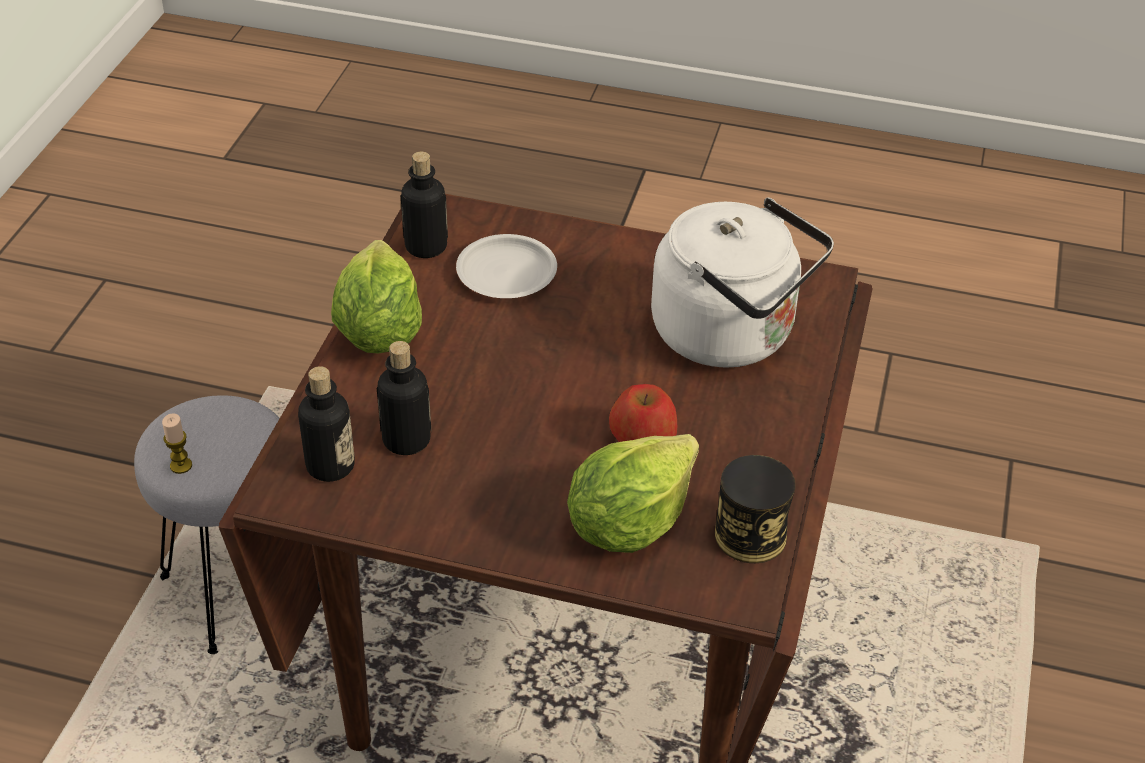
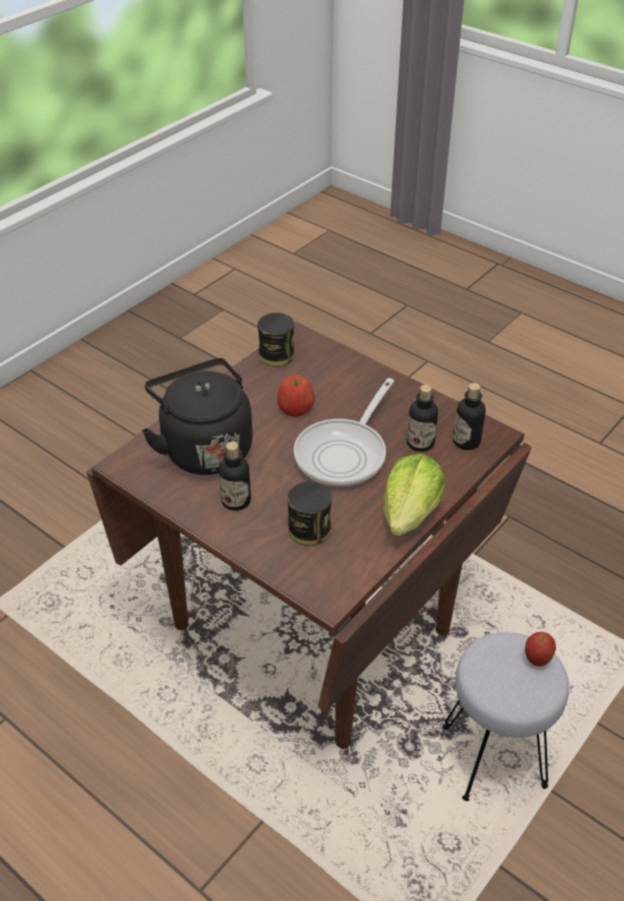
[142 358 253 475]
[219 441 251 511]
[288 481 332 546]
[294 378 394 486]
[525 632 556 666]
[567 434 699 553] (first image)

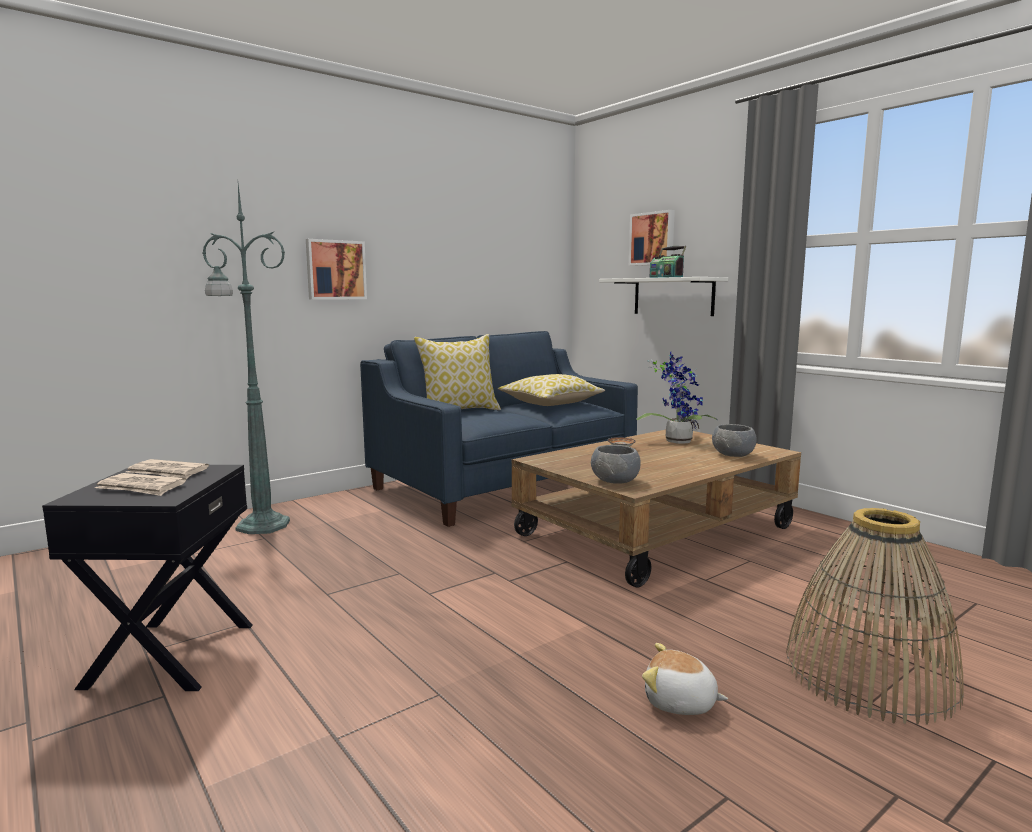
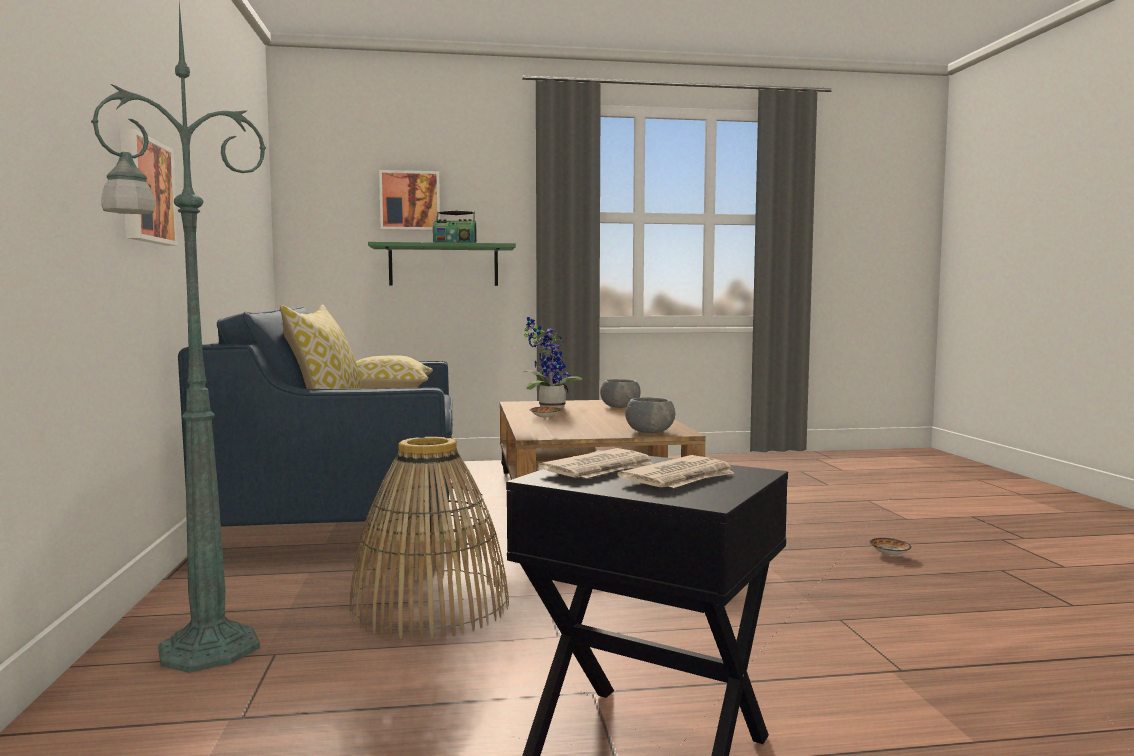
[349 437 509 640]
[368 242 516 286]
[870 538 911 555]

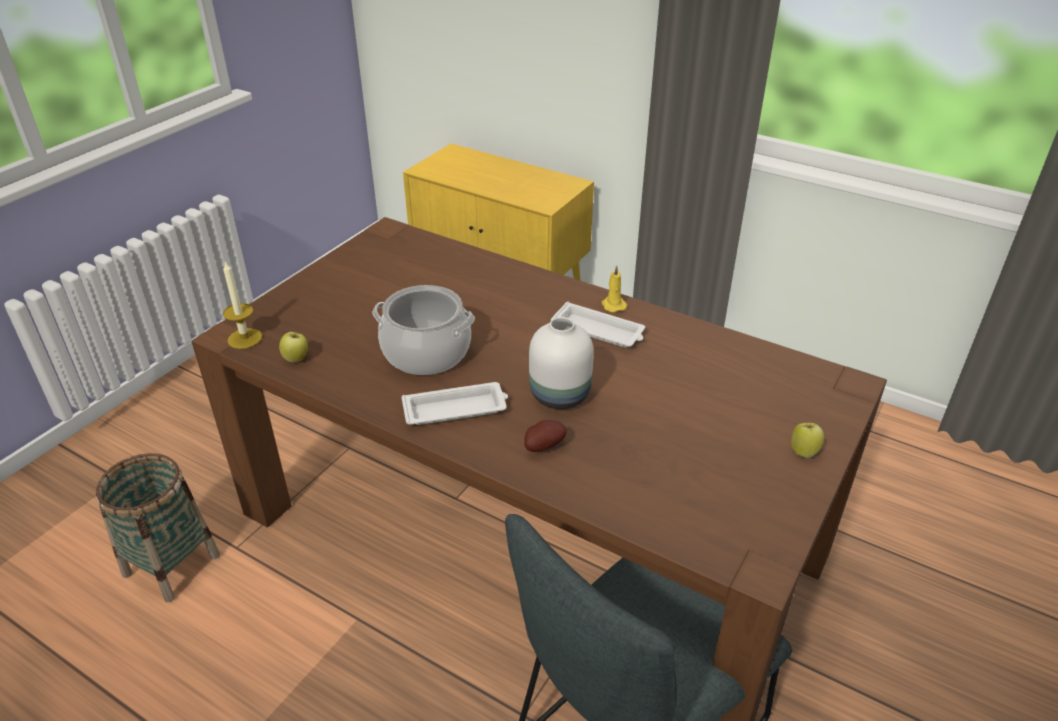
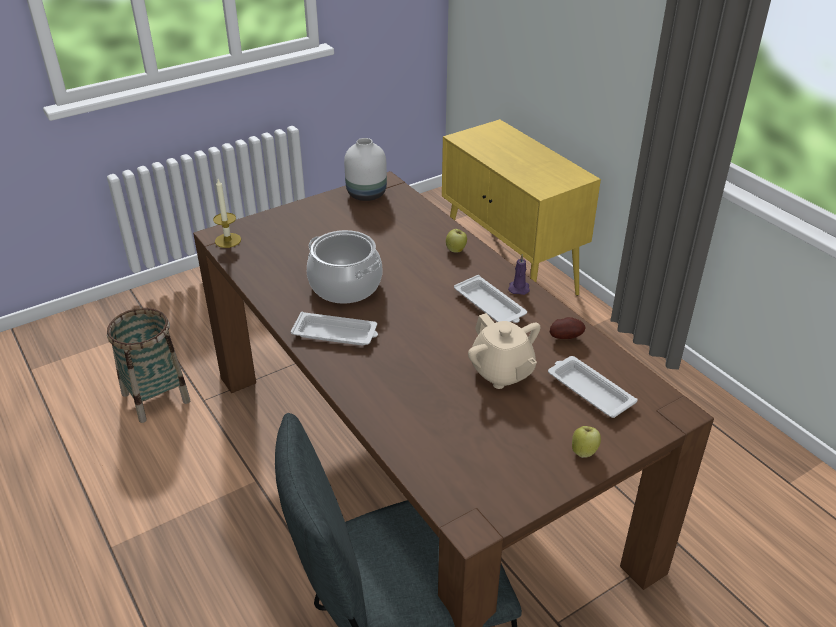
[344 138 387 201]
[446 229 467 252]
[468 313 540 389]
[508 254 530 295]
[548 356 638 418]
[550 317 586 339]

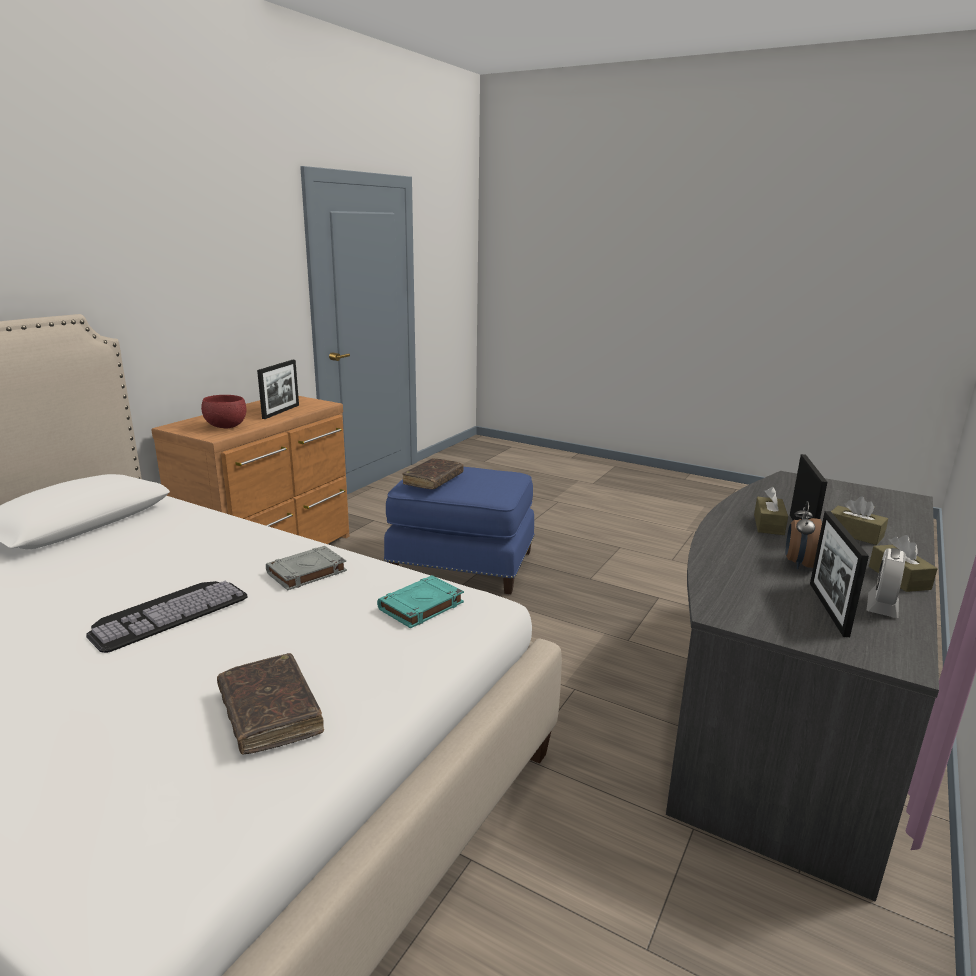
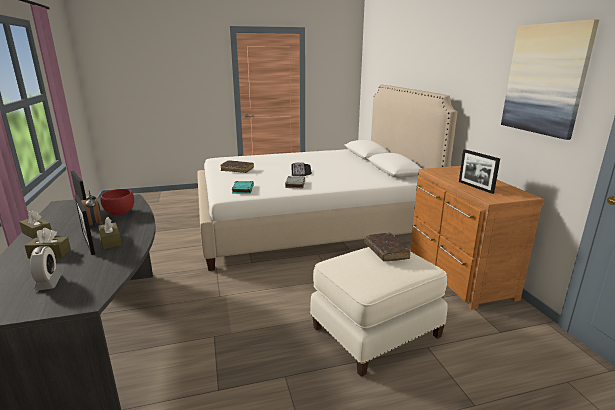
[30 246 62 291]
[100 189 134 215]
[310 247 448 377]
[501 19 599 140]

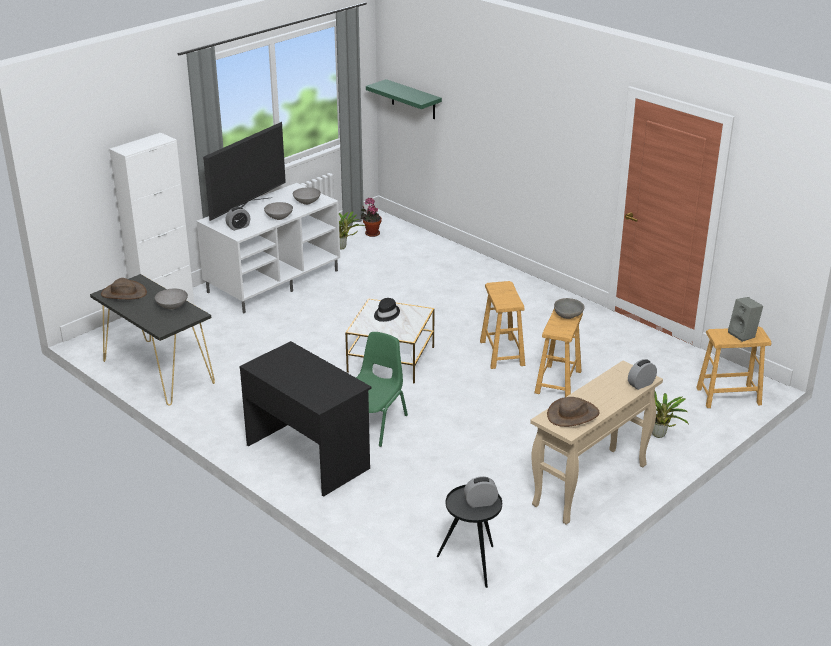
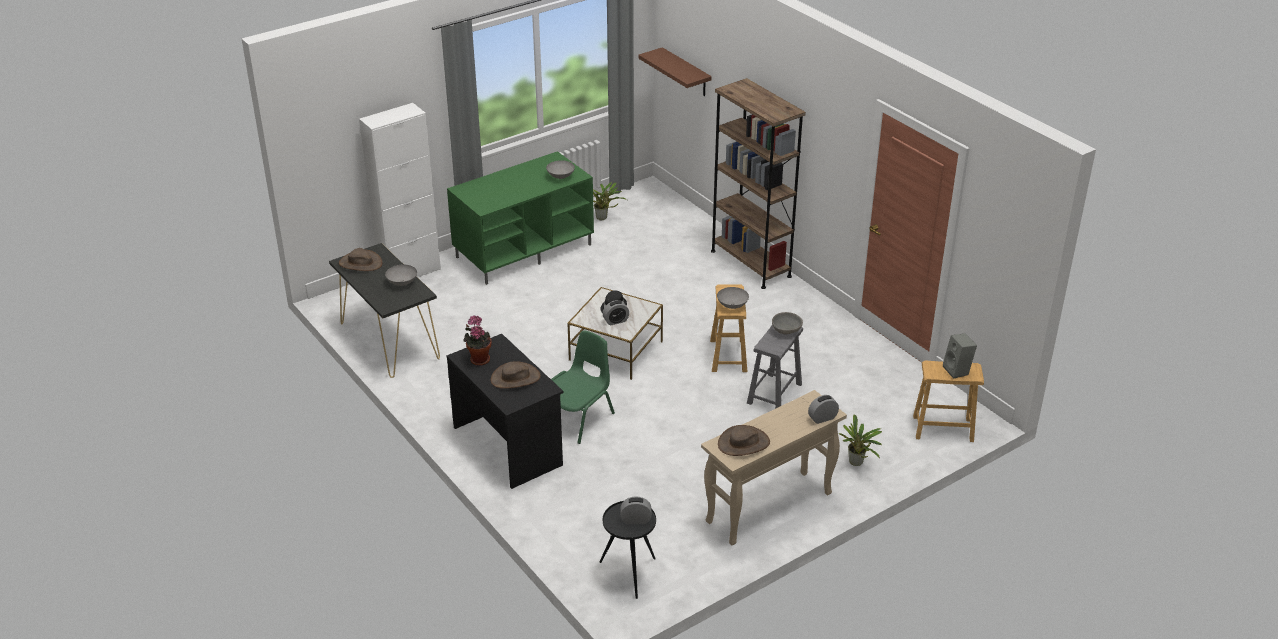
[447 151 594 285]
[463 316 492 366]
[491 361 541 389]
[603 300 629 326]
[638 47 712 96]
[711 78 806 289]
[717 287 749 309]
[747 325 803 409]
[203 122 286 221] (first image)

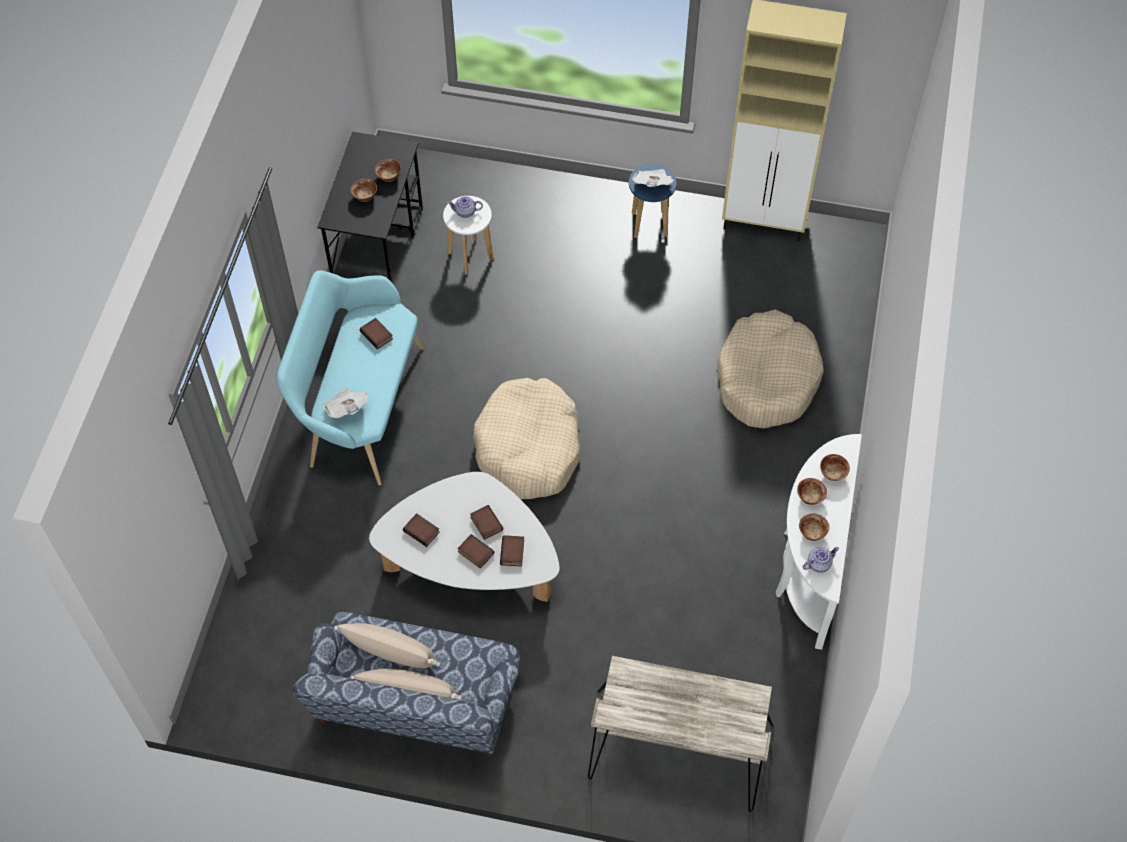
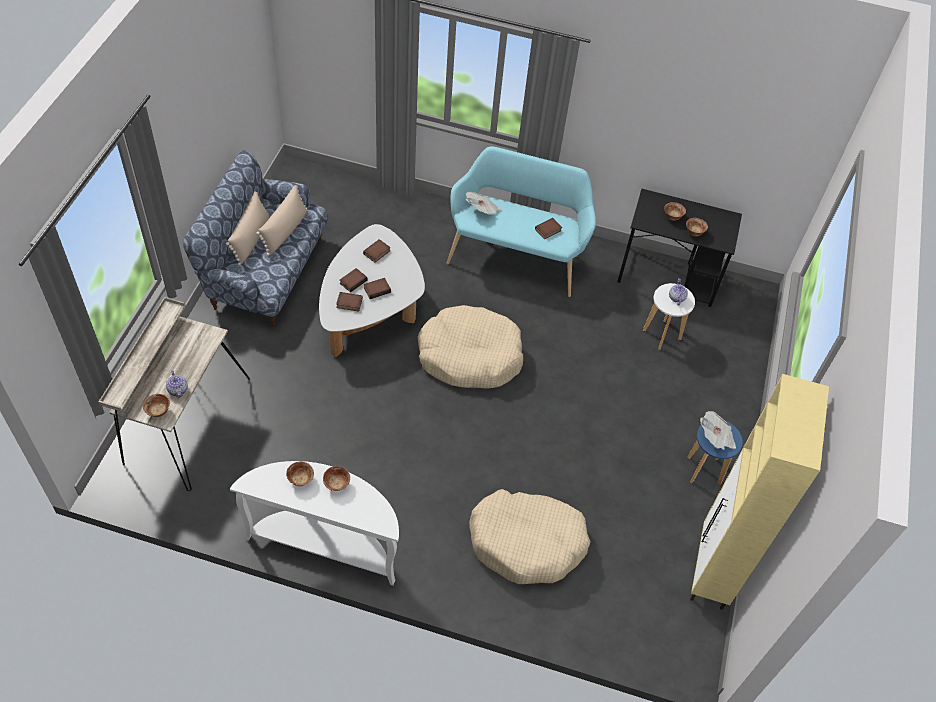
[143 394 170 417]
[166 370 188 398]

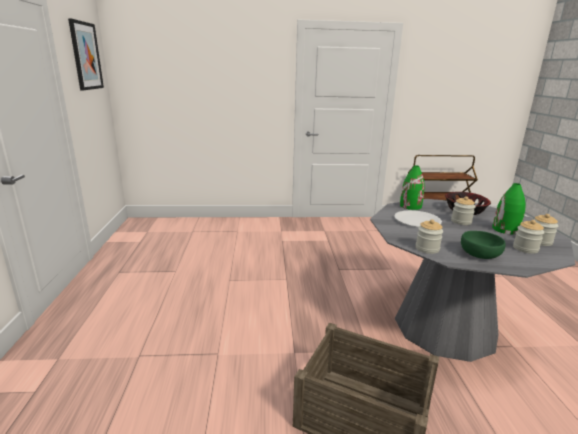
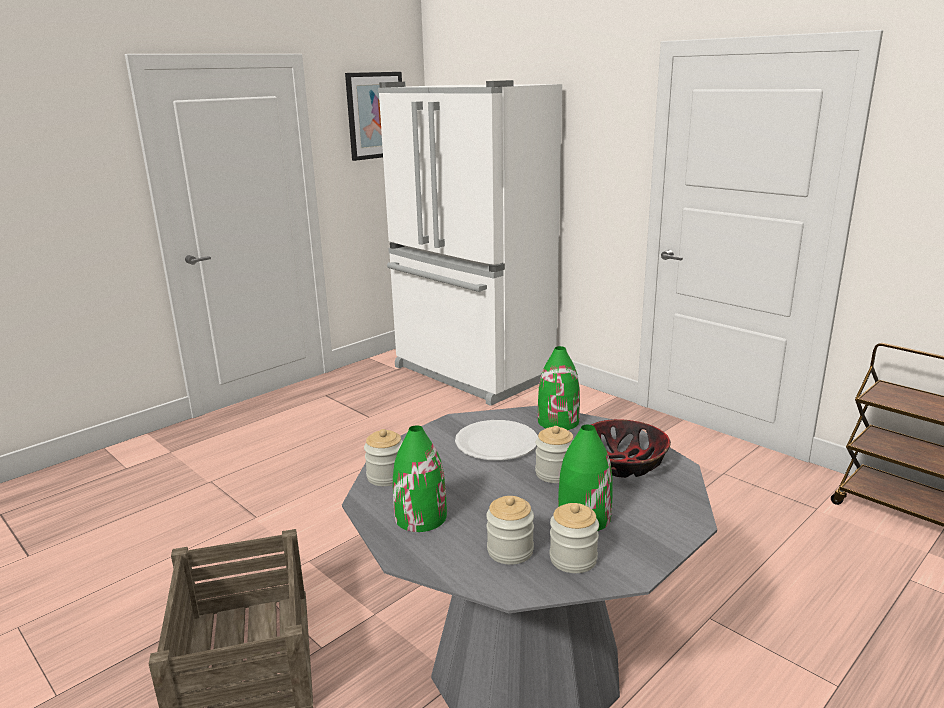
[378 80 562 406]
[393 425 447 532]

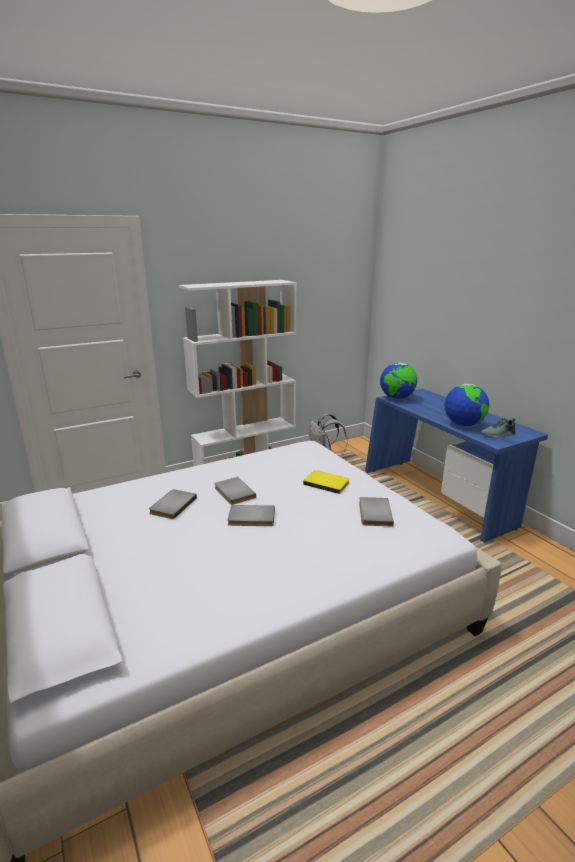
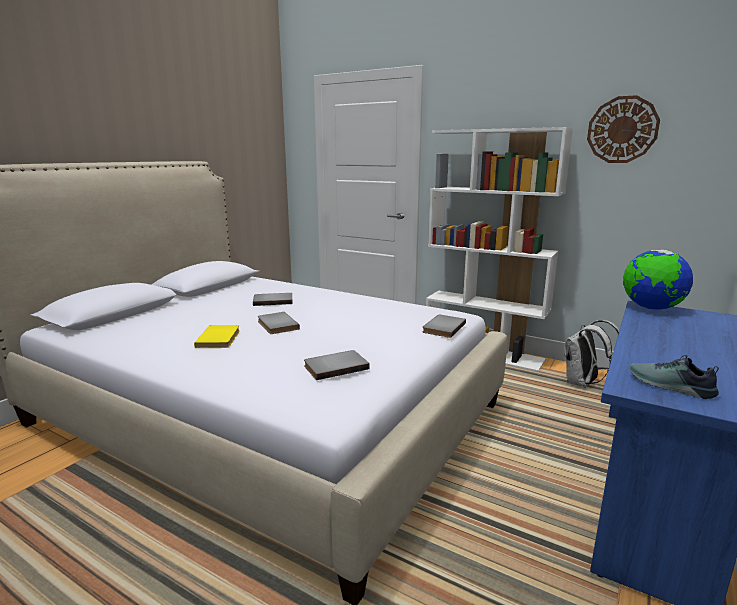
[194 325 240 348]
[423 315 466 338]
[587 95 660 163]
[444 384 489 426] (first image)

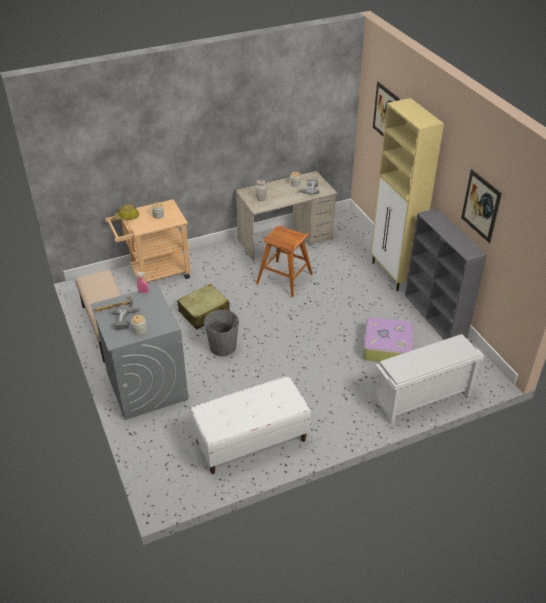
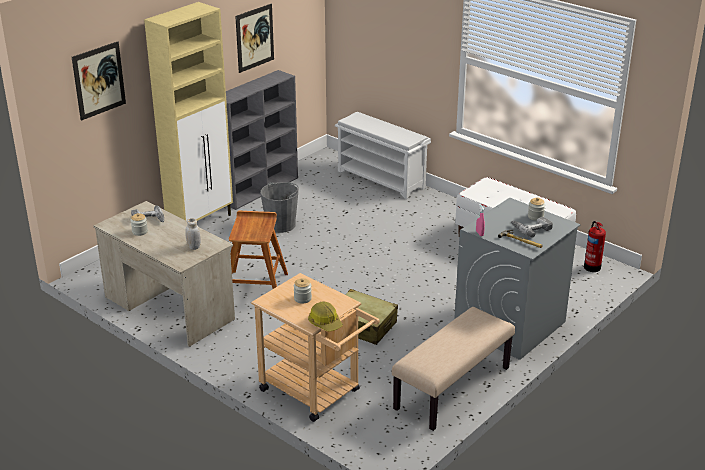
[260 182 299 233]
[584 221 606 272]
[363 317 414 362] (first image)

